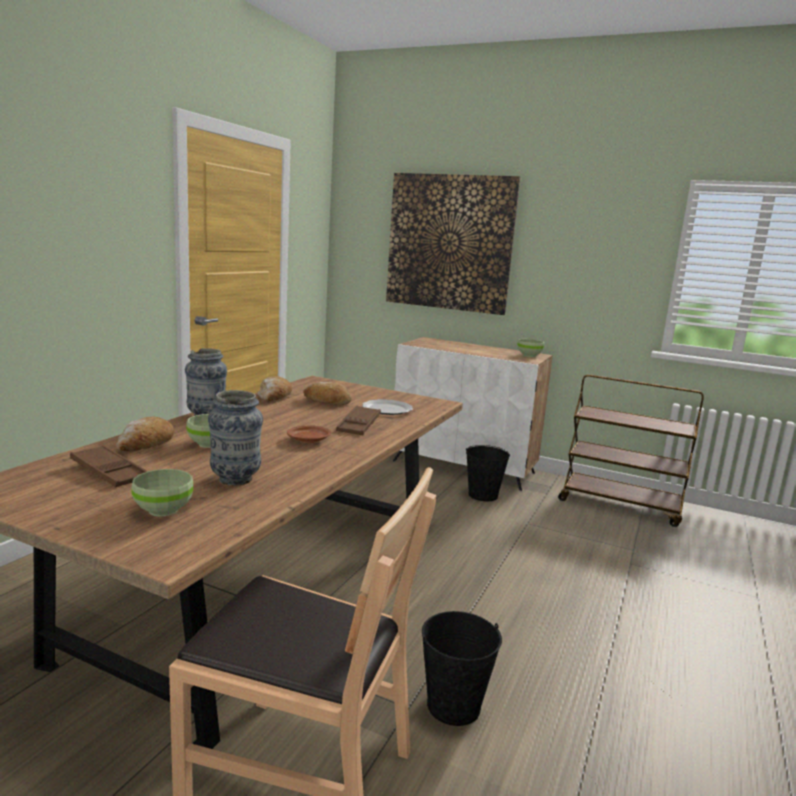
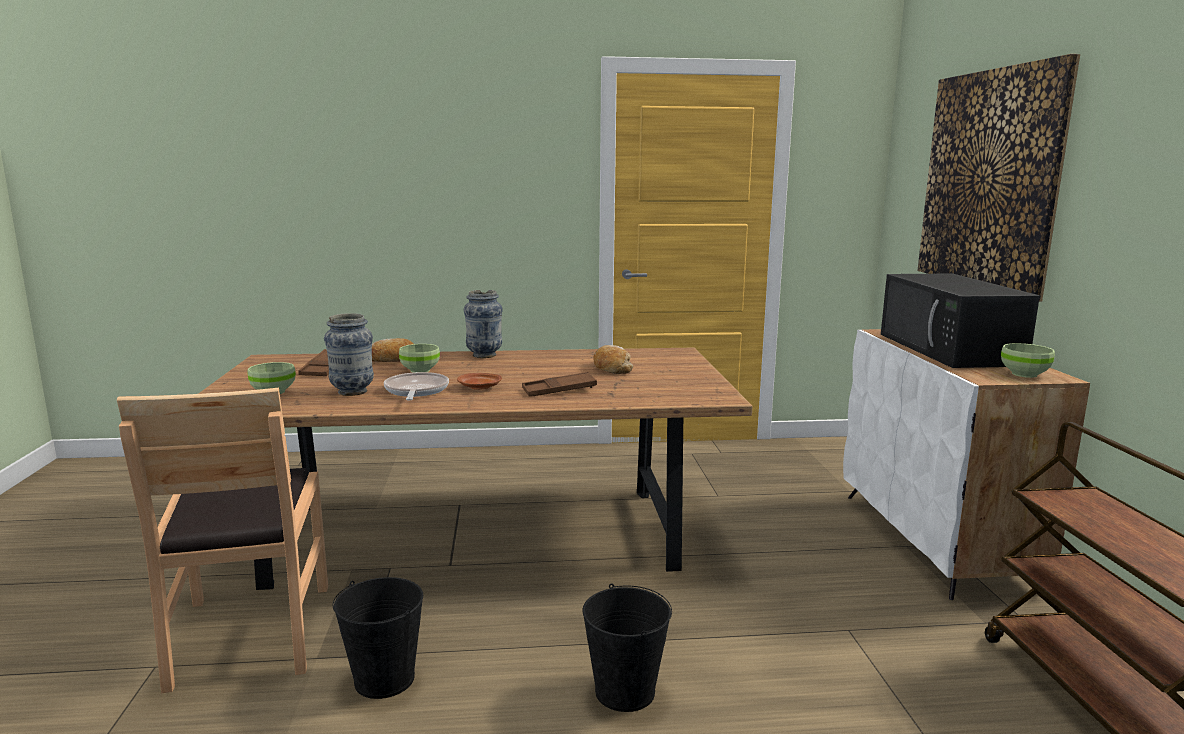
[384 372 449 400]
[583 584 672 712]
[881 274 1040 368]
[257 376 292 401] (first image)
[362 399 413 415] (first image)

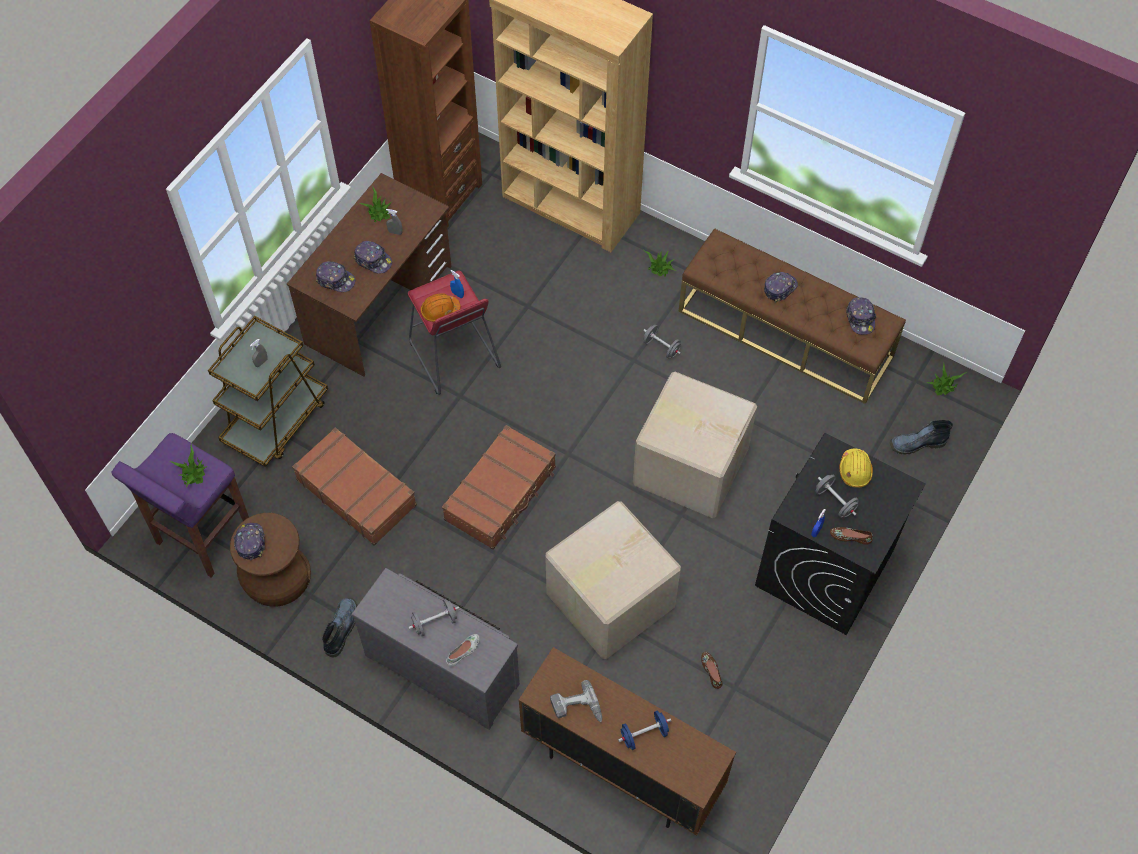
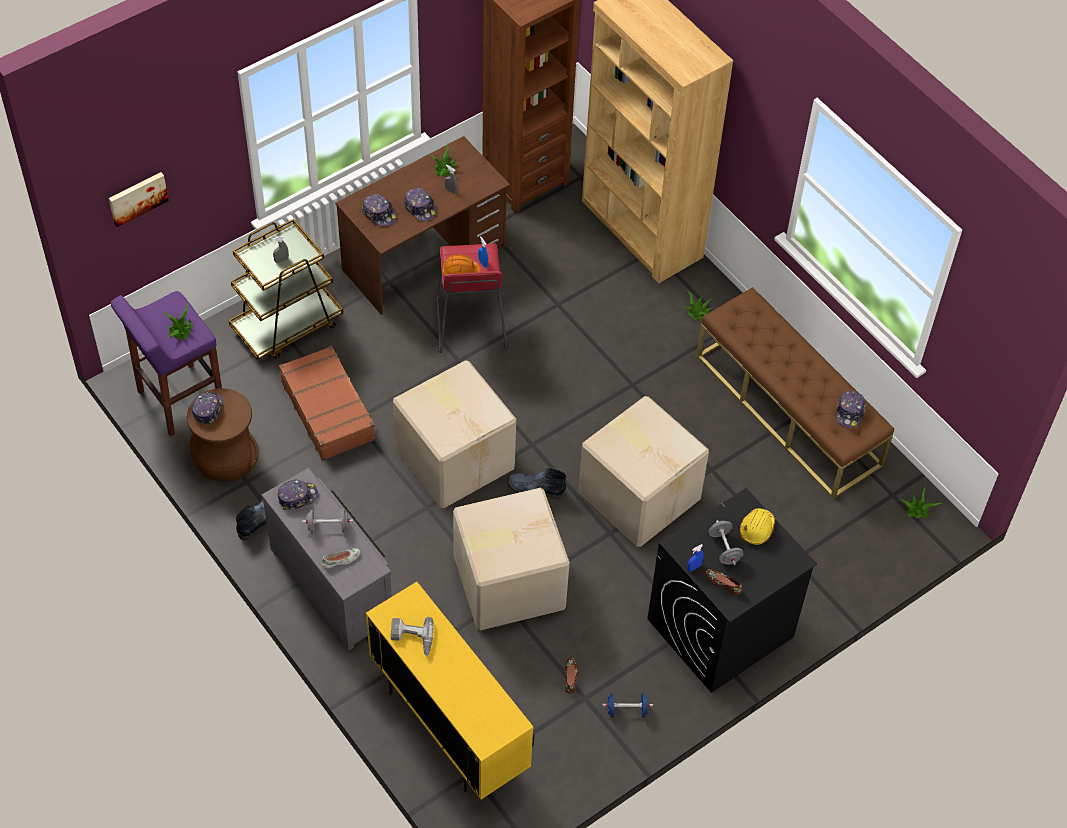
[109 172 169 227]
[278 479 319 510]
[366 582 534 800]
[393 361 516 508]
[507 468 566 500]
[602 693 653 717]
[643 325 681 359] (first image)

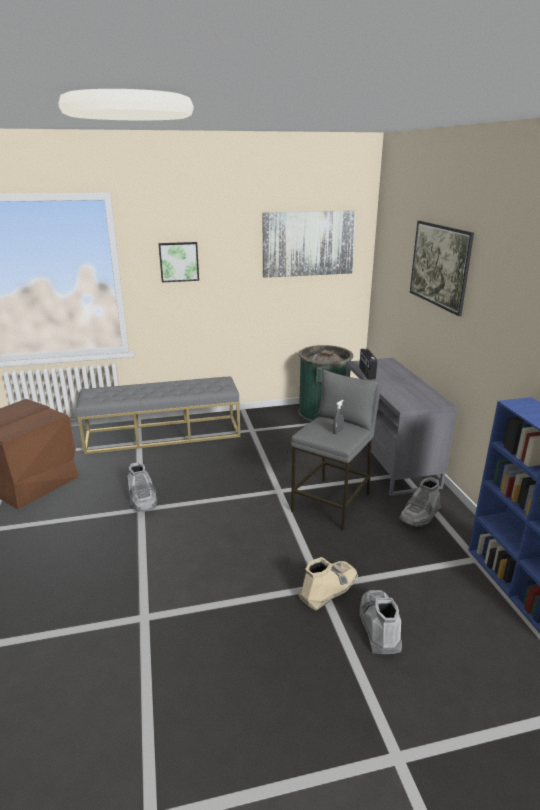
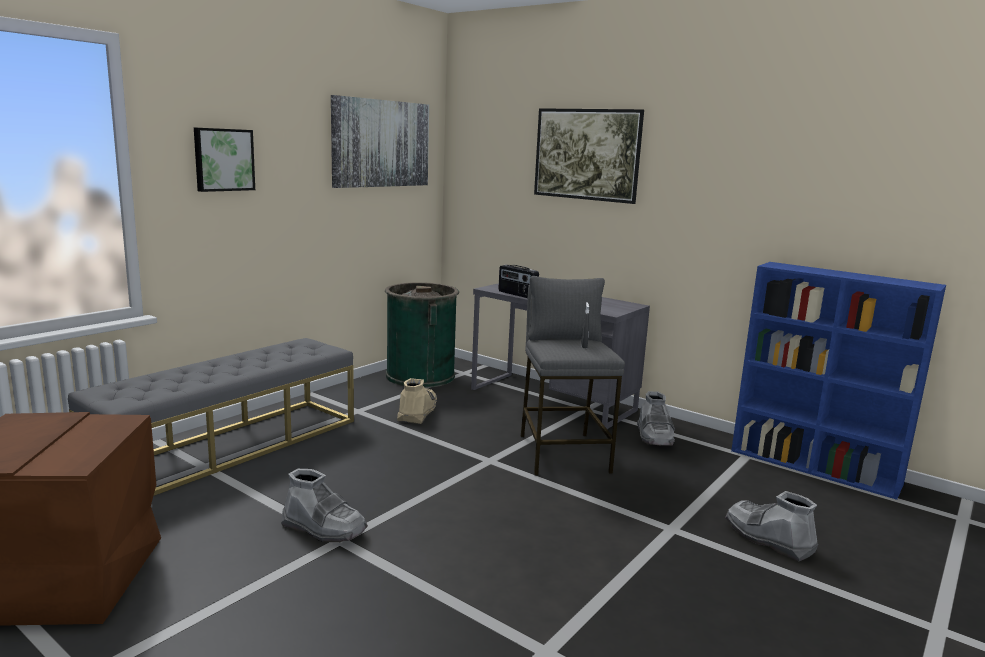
[397 378 437 424]

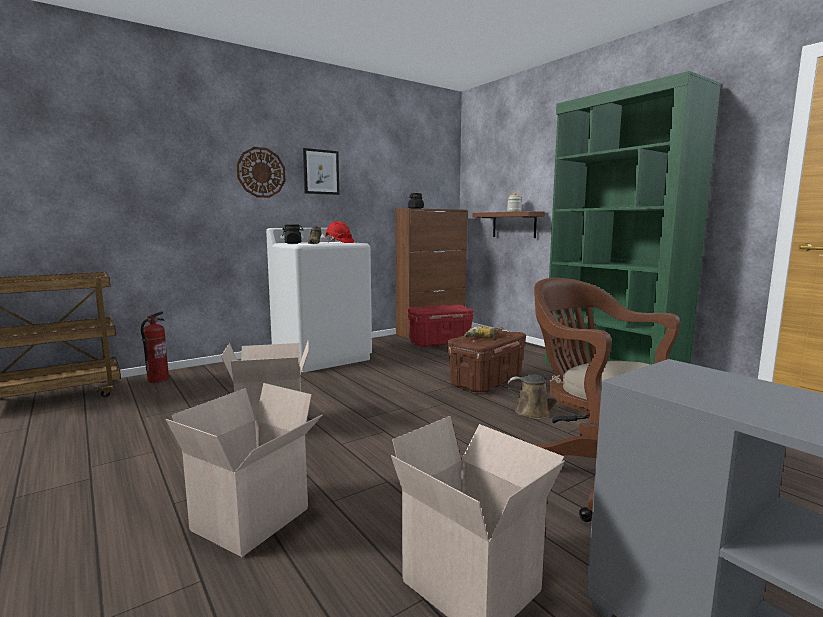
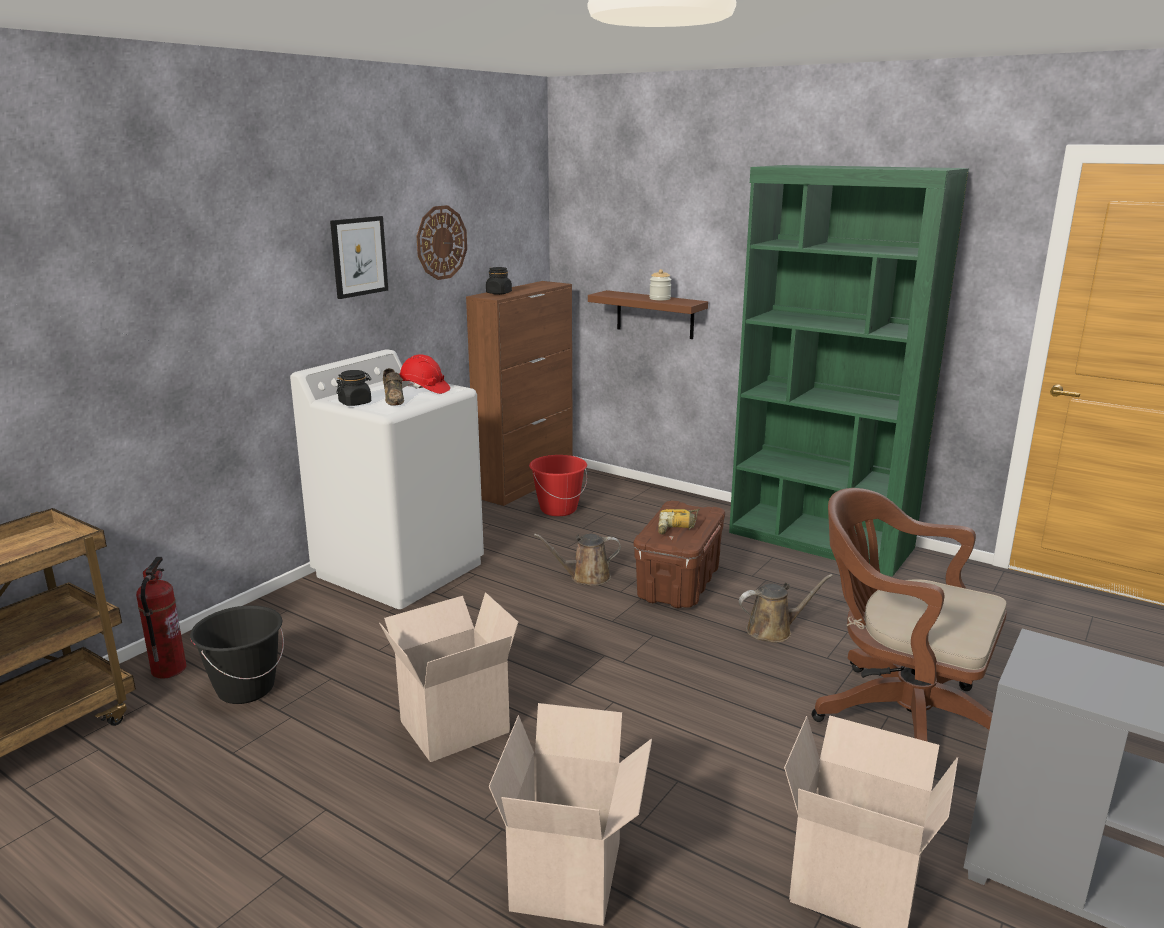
[190 605 284 704]
[417 205 467 280]
[529 455 587 516]
[534 534 621 586]

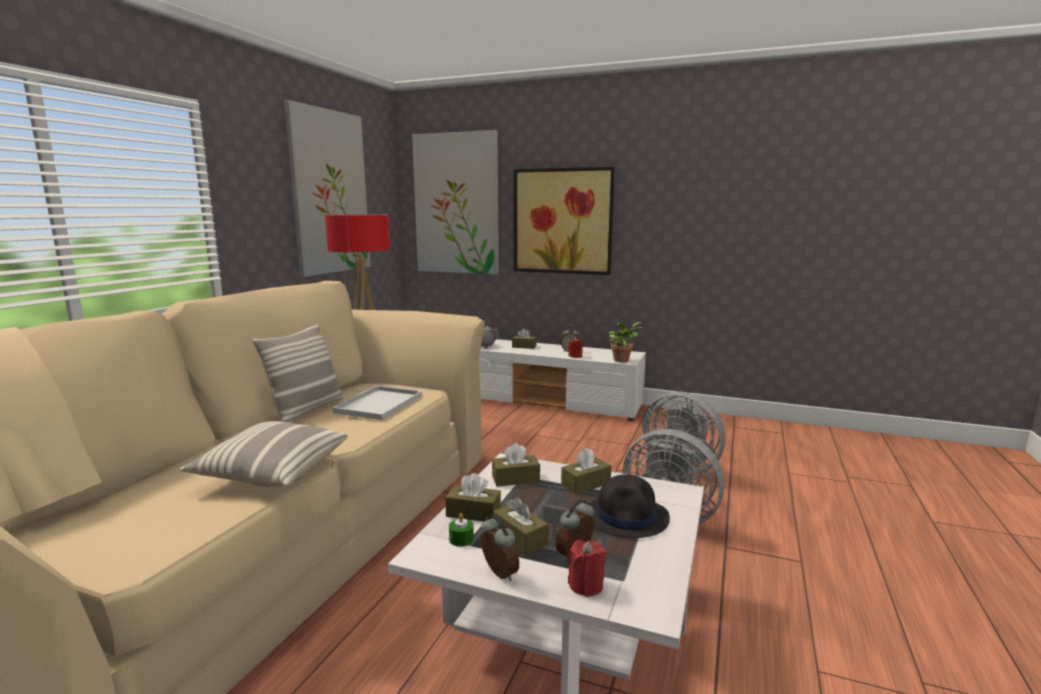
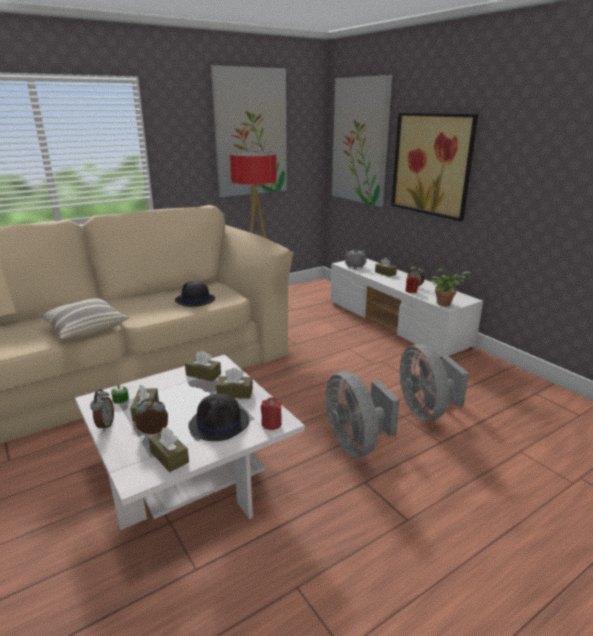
[148 427 189 472]
[175 281 215 307]
[261 397 282 430]
[252 324 344 422] (first image)

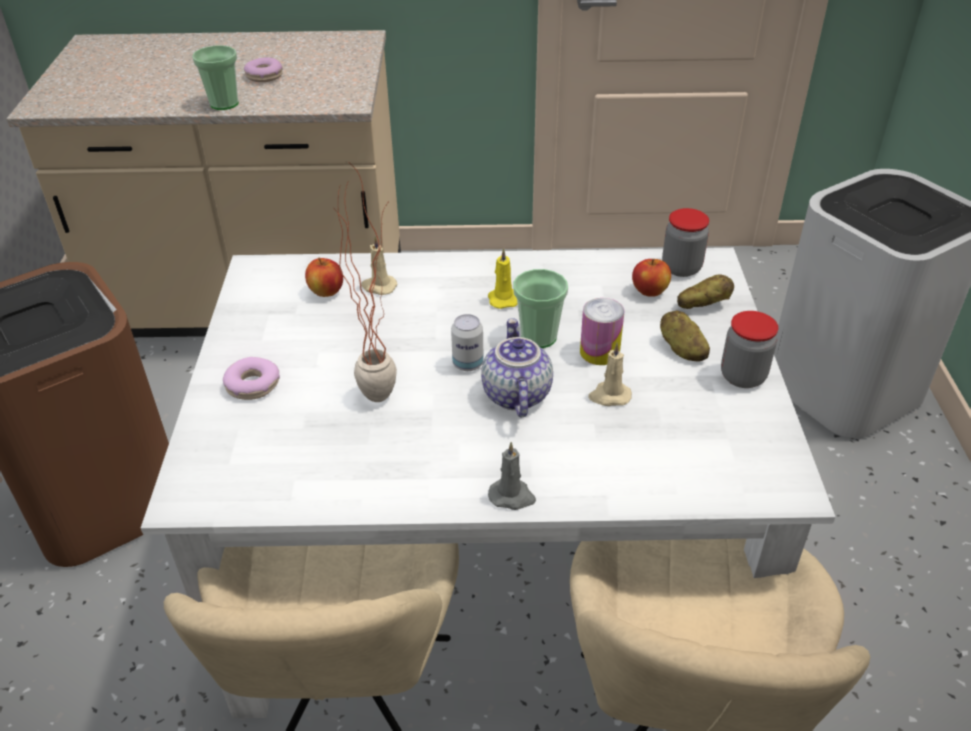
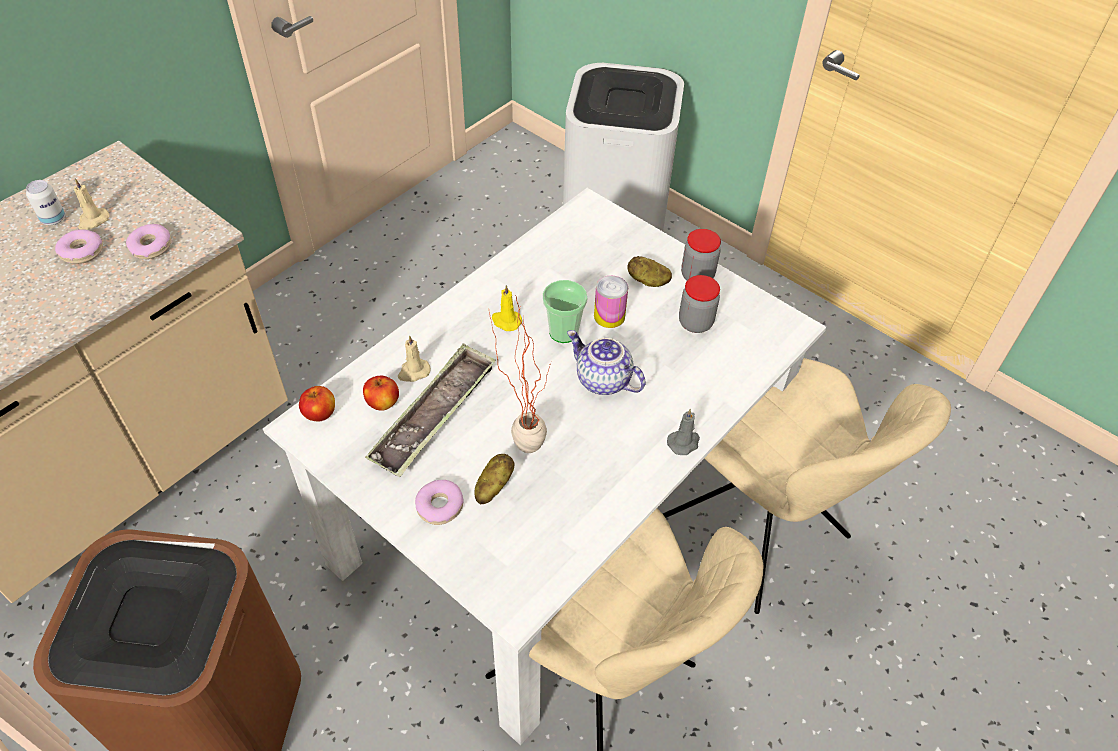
[26 180 65 225]
[74 179 110 230]
[126 224 172 259]
[299 386 335 421]
[365 343 496 477]
[474 454 515 504]
[679 275 720 333]
[192 45 239 110] (first image)

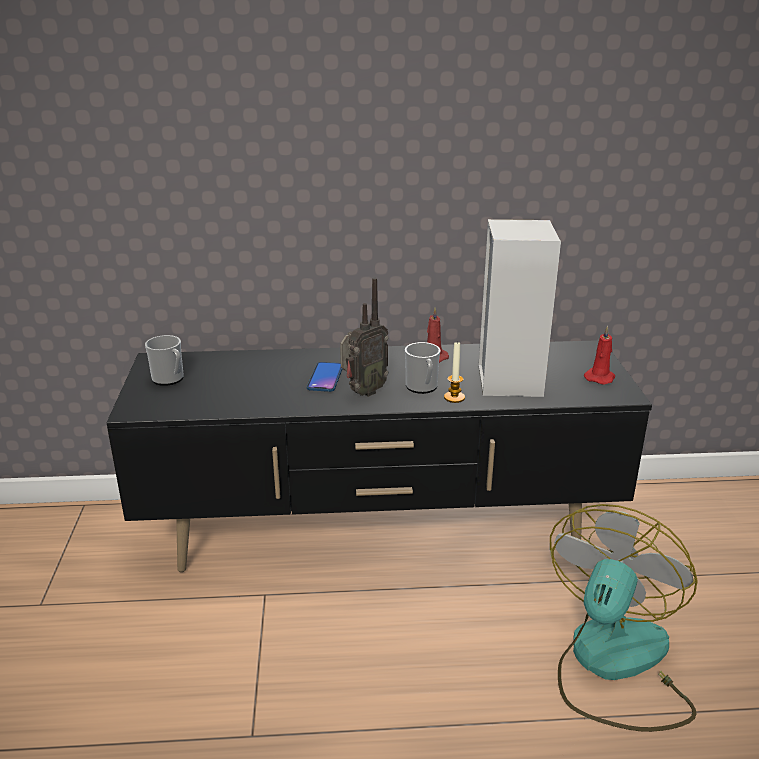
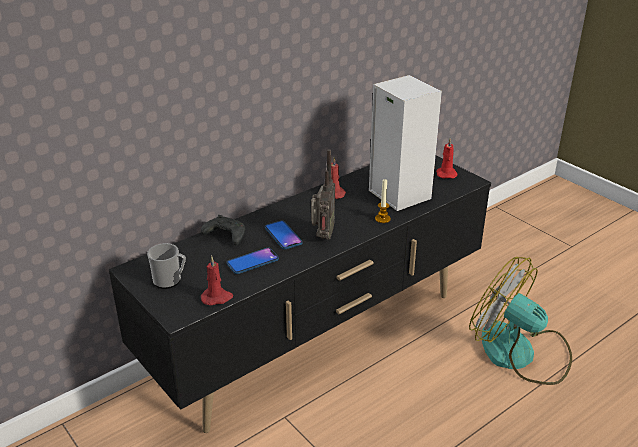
[201 215 245 245]
[201 256 233 305]
[227 248 279 274]
[469 257 572 385]
[405 342 440 394] (first image)

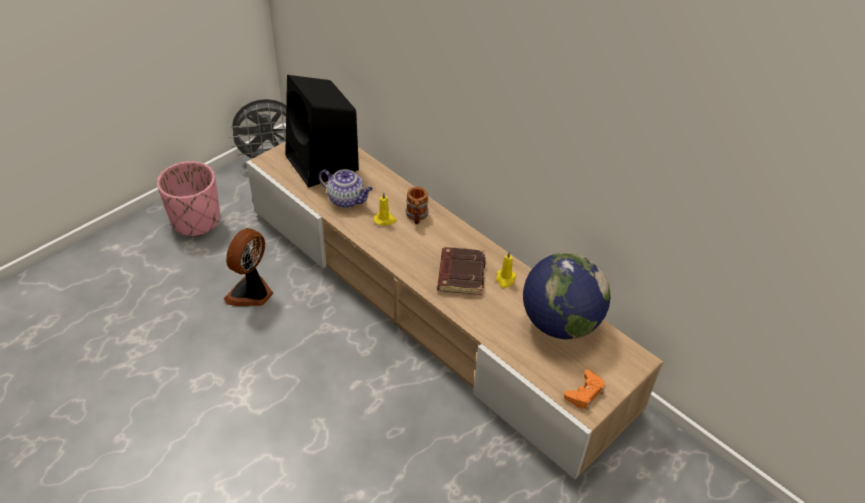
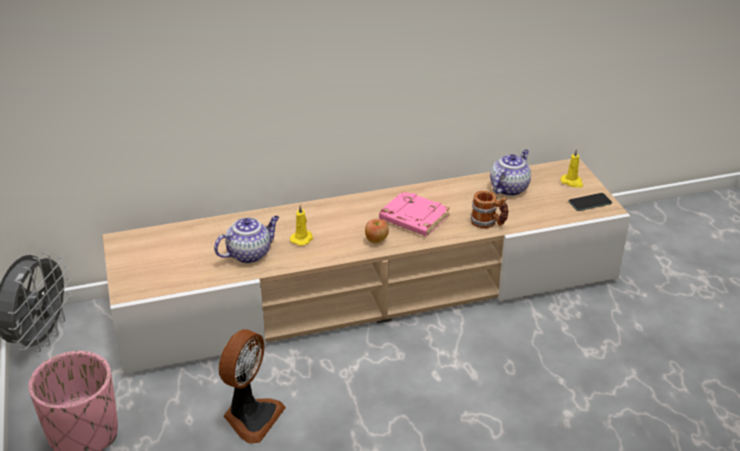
[219 329 286 444]
[365 219 389 244]
[379 191 450 236]
[471 191 509 229]
[490 150 531 196]
[561 149 583 188]
[568 193 612 211]
[285 75 359 187] (first image)

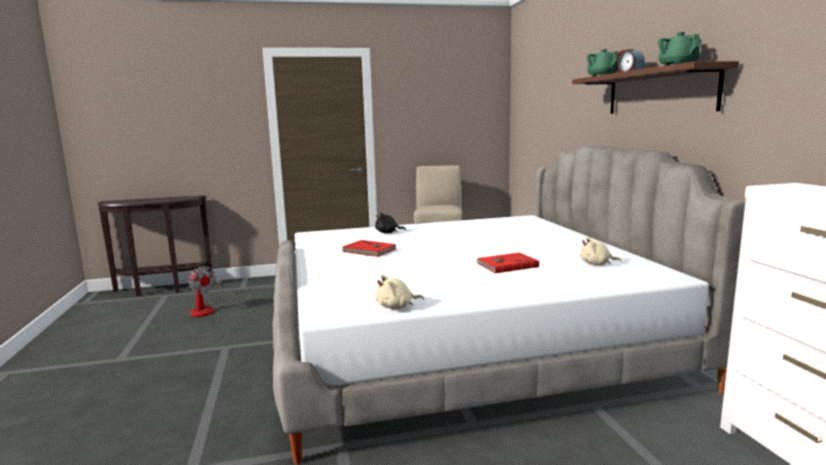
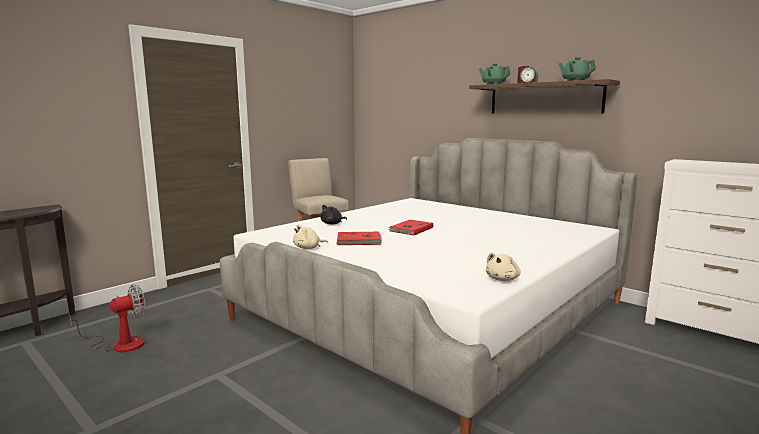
[69 284 146 353]
[293 225 328 249]
[388 220 433 235]

